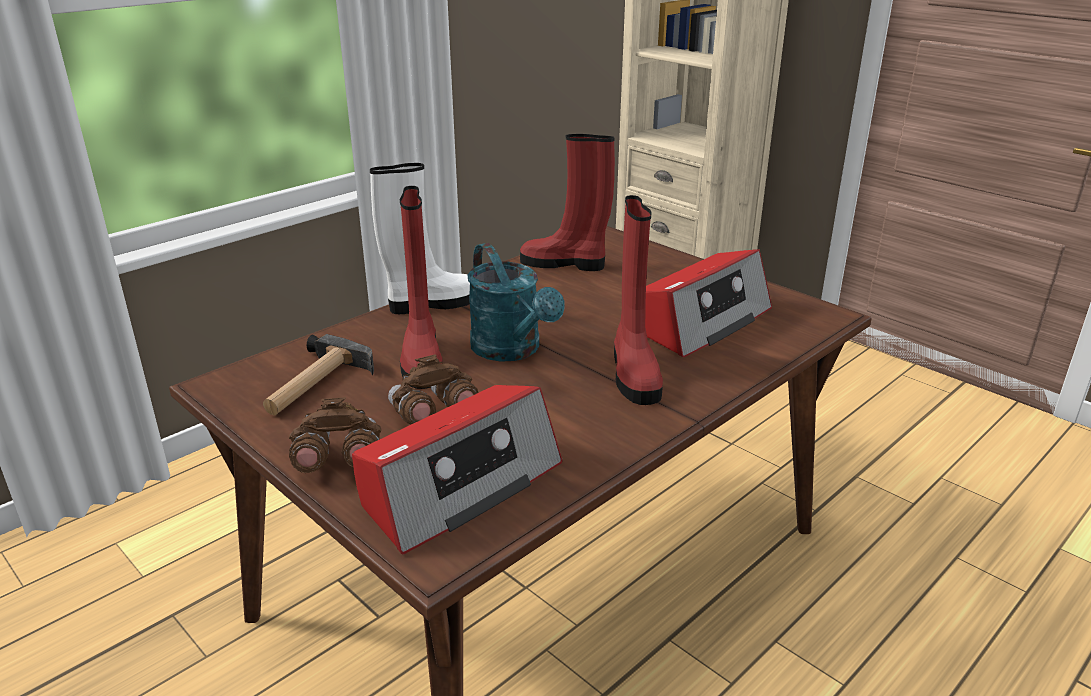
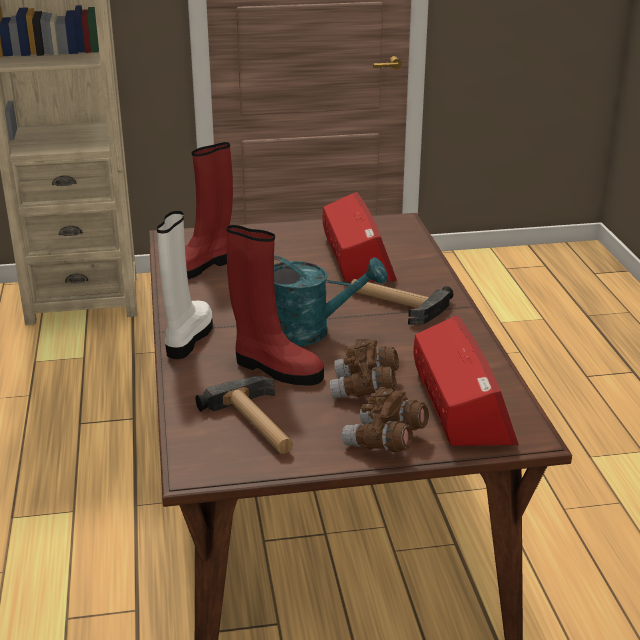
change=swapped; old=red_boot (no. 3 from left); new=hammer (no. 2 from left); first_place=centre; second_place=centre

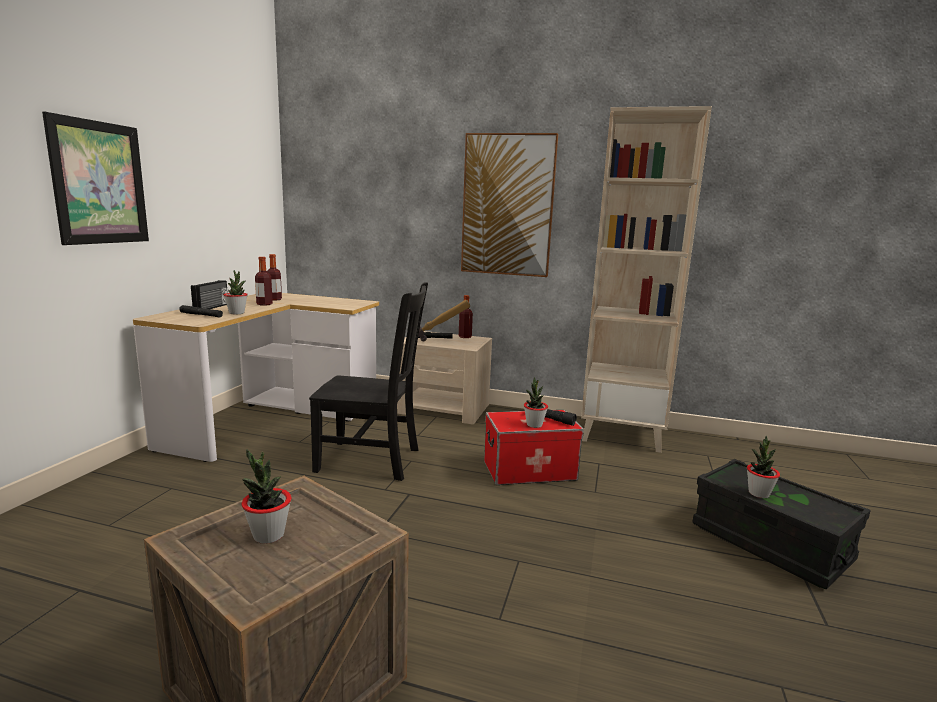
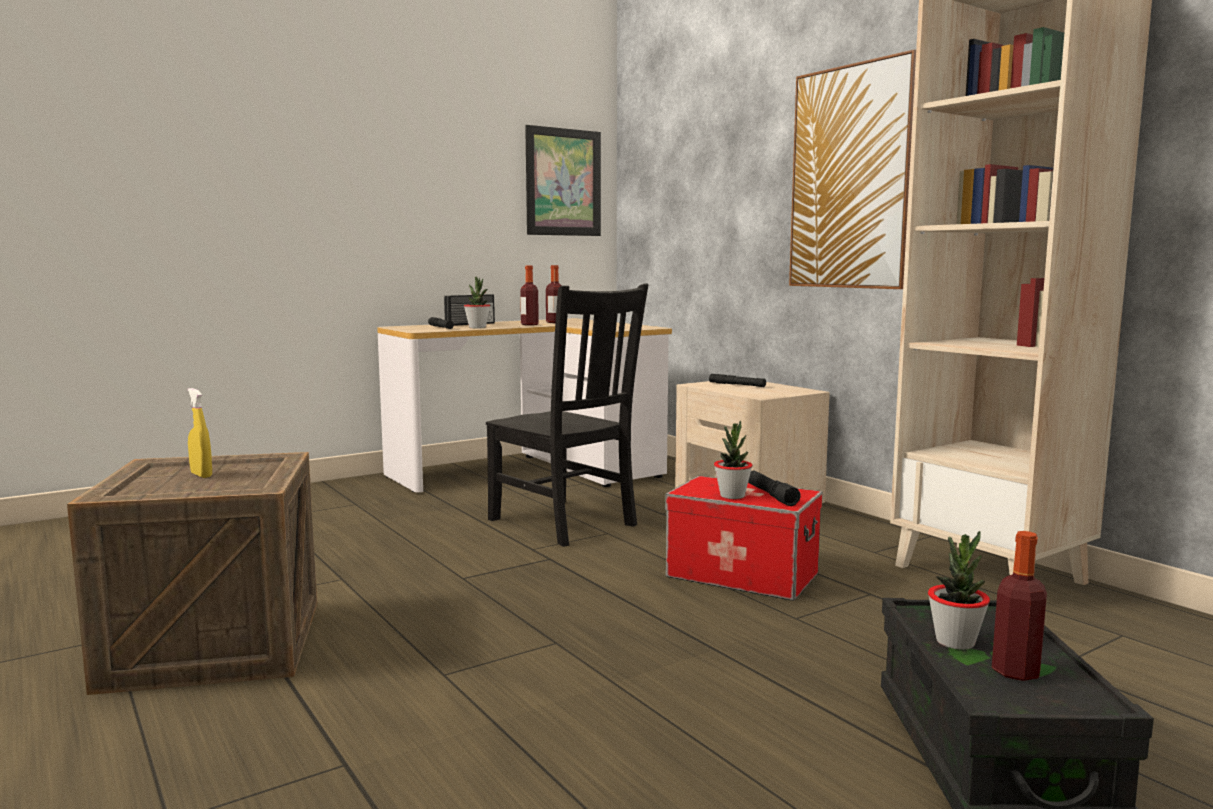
change=gone; old=hammer; first_place=centre
change=shifted; old=picture (no. 1 from left); first_place=top left; second_place=top centre
change=shifted; old=bottle (no. 3 from left); first_place=centre; second_place=bottom right
change=swapped; old=potted_plant (no. 2 from left); new=yellow_spray_bottle; first_place=bottom left; second_place=middle left

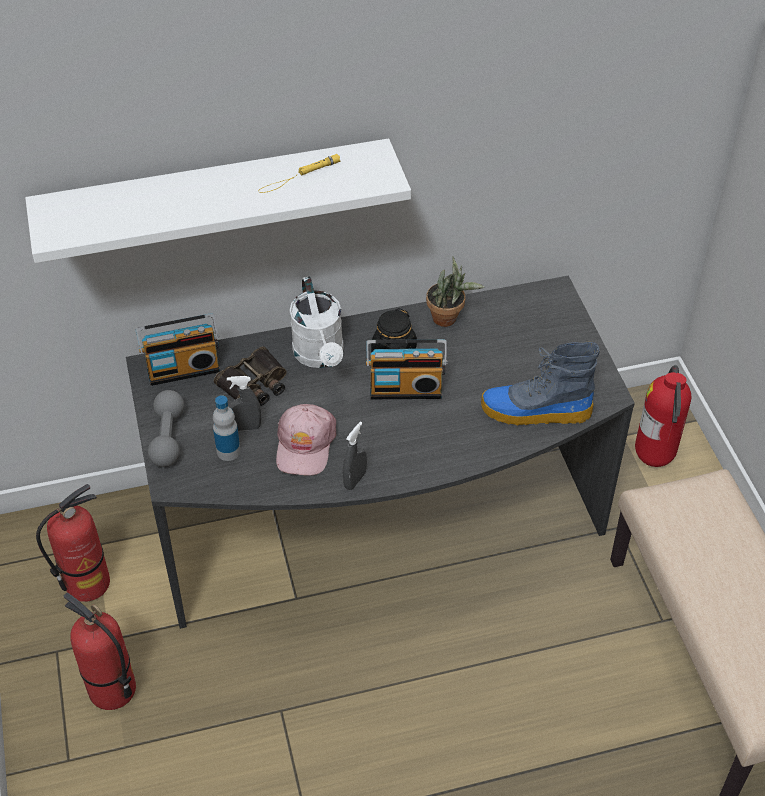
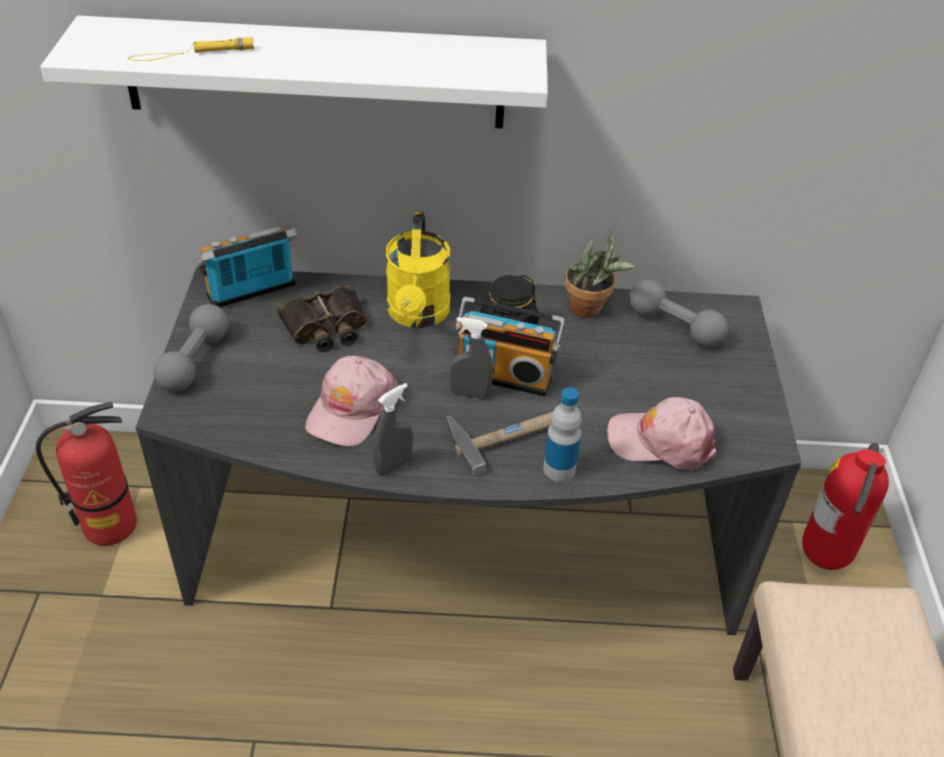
change=gone; old=fire_extinguisher (no. 2 from left); first_place=bottom left
change=new; new=hammer; second_place=centre
change=new; new=grey_dumbbell (no. 2 from left); second_place=middle right
change=shifted; old=bottle; first_place=middle left; second_place=centre
change=shifted; old=grey_spray_bottle (no. 1 from left in the first image); new=grey_spray_bottle (no. 2 from left); first_place=middle left; second_place=centre
change=shifted; old=yellow_flashlight; first_place=top centre; second_place=top left
change=swapped; old=boot; new=pink_cap (no. 2 from left); first_place=middle right; second_place=middle right
change=repainted; old=white_watering_can; new=yellow_watering_can; first_place=centre; second_place=centre
change=rotated; old=radio (no. 1 from left); first_place=middle left; second_place=middle left; degrees=150

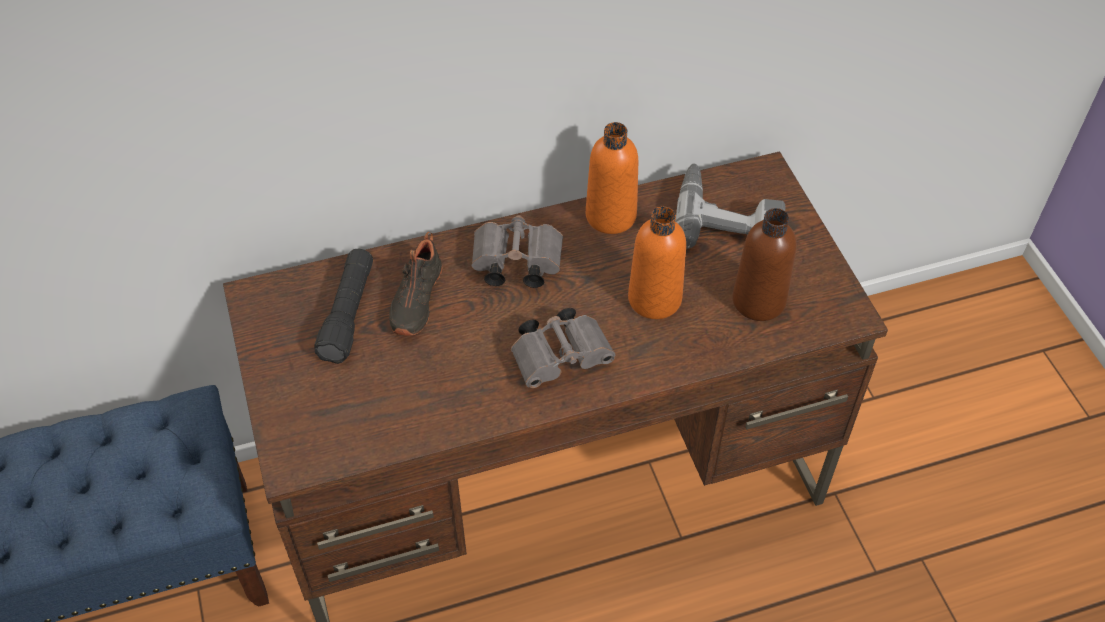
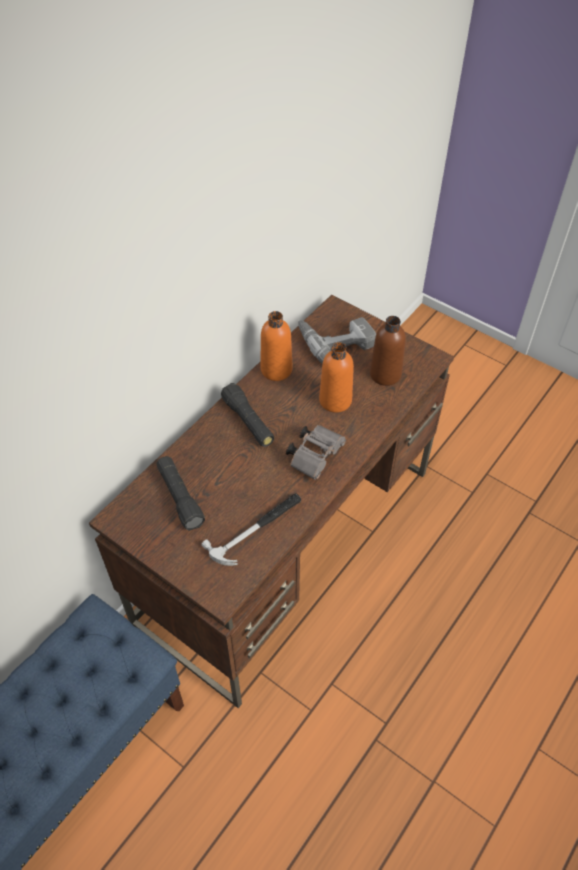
change=gone; old=black_shoe; first_place=centre
change=new; new=hammer; second_place=centre
change=swapped; old=grey_binoculars (no. 1 from left); new=black_flashlight (no. 2 from left); first_place=centre; second_place=centre

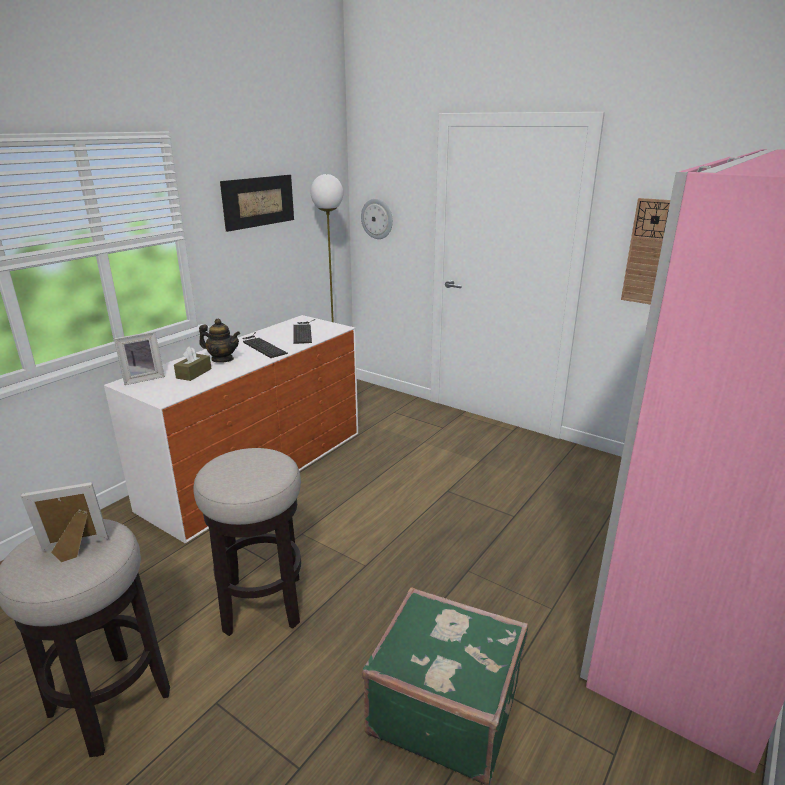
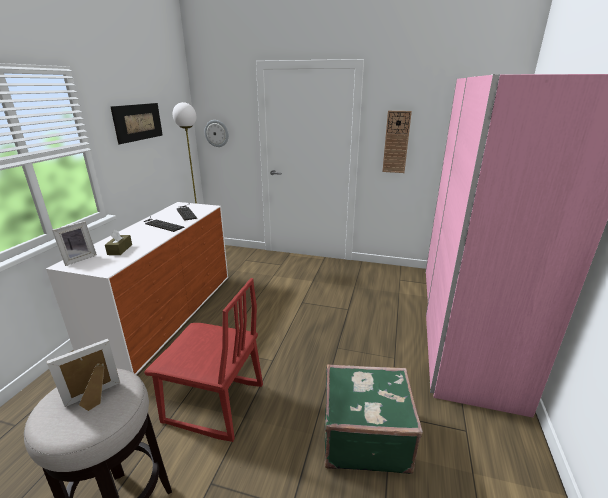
change=gone; old=teapot; first_place=middle left
change=swapped; old=stool (no. 2 from left); new=red_chair; first_place=bottom left; second_place=bottom centre

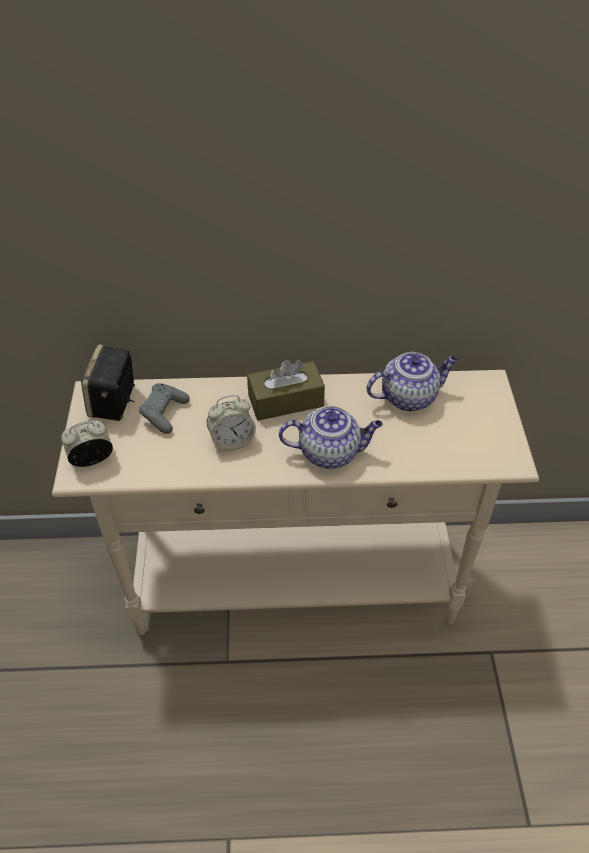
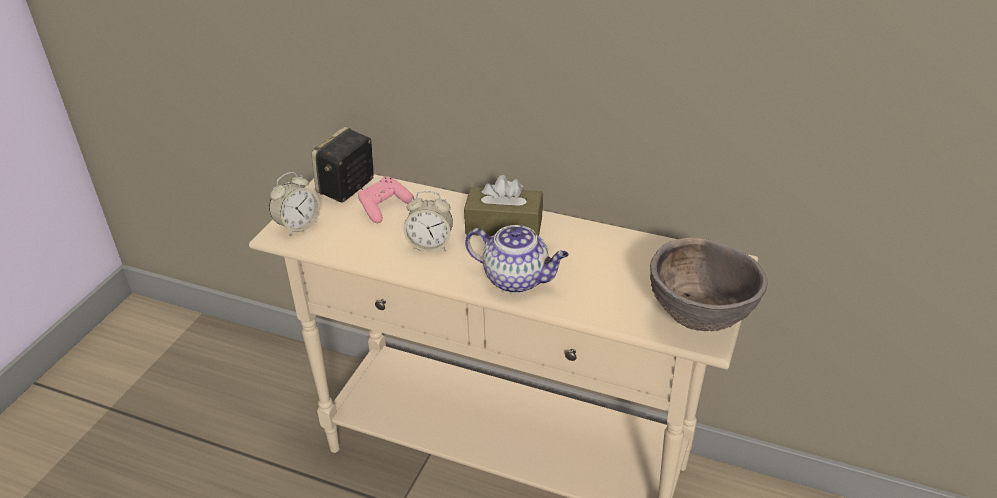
change=gone; old=teapot (no. 2 from left); first_place=middle right
change=new; new=brown_bowl; second_place=middle right
change=repainted; old=grey_game_controller; new=pink_game_controller; first_place=middle left; second_place=centre
change=rotated; old=alarm_clock (no. 1 from left); first_place=middle left; second_place=middle left; degrees=135

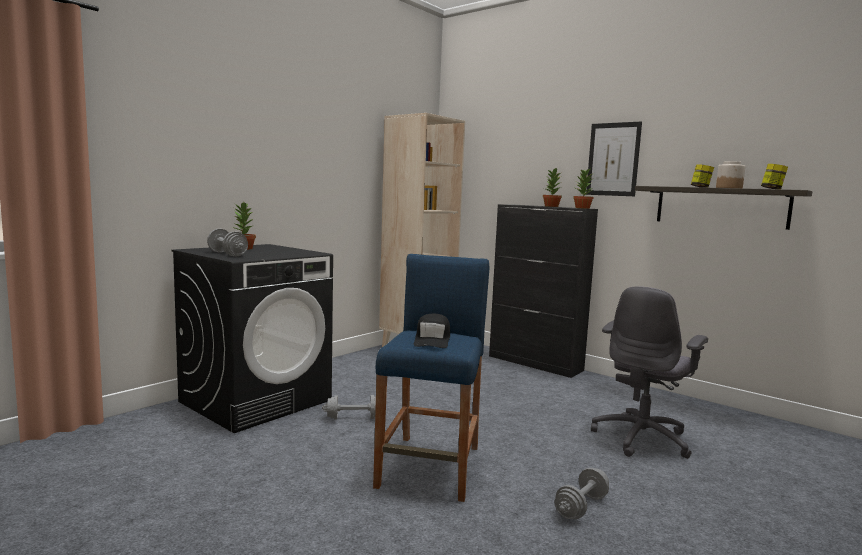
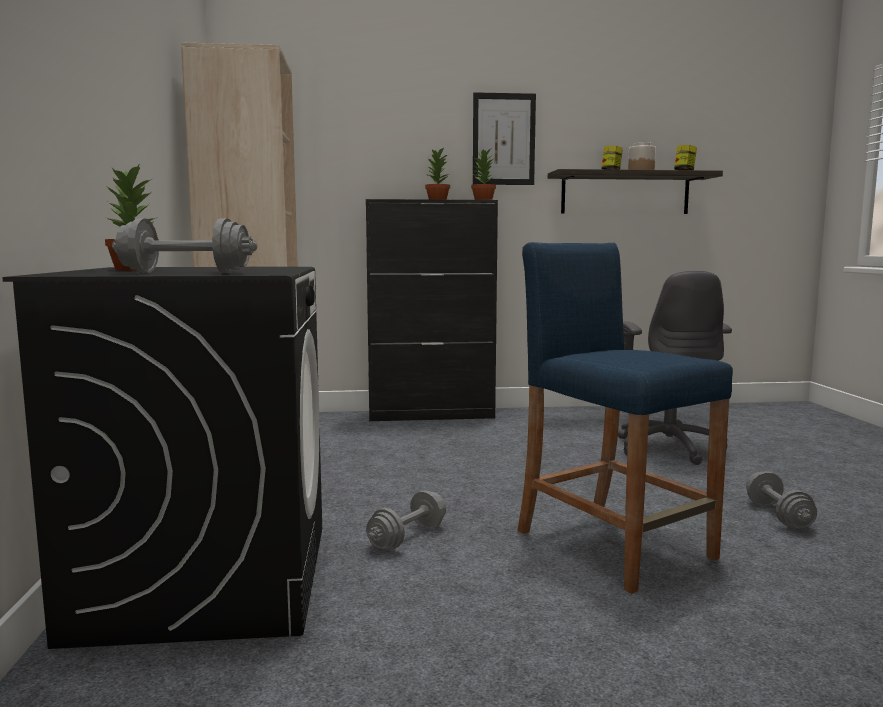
change=gone; old=black_cap; first_place=centre

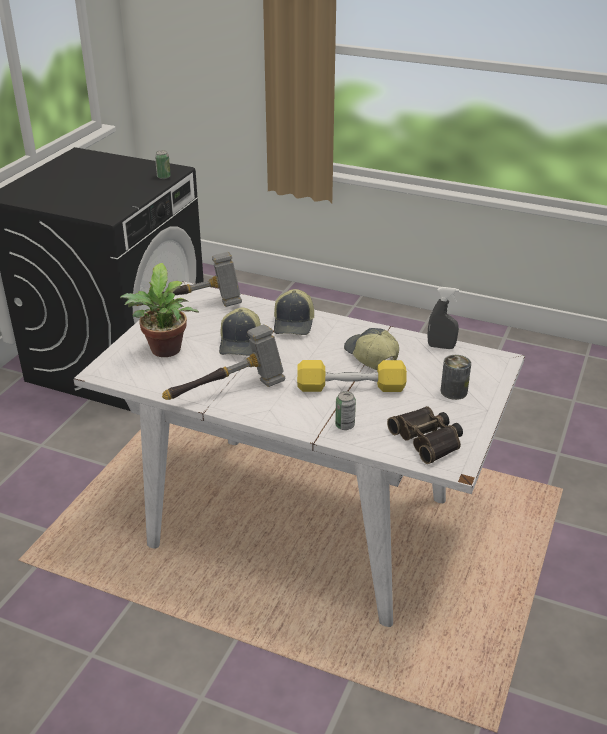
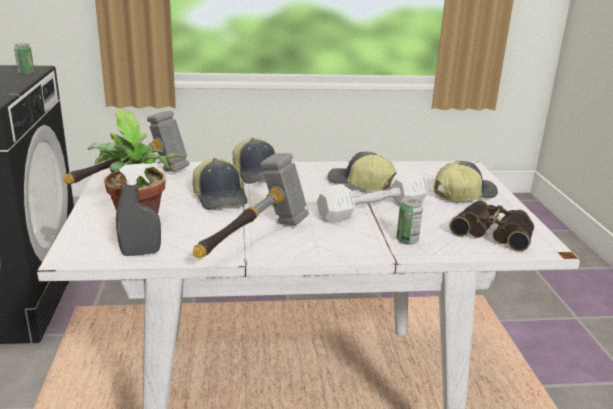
change=shifted; old=grey_spray_bottle; first_place=middle right; second_place=middle left
change=swapped; old=can (no. 3 from left); new=cap (no. 4 from left); first_place=middle right; second_place=middle right
change=repainted; old=yellow_dumbbell; new=white_dumbbell; first_place=centre; second_place=centre

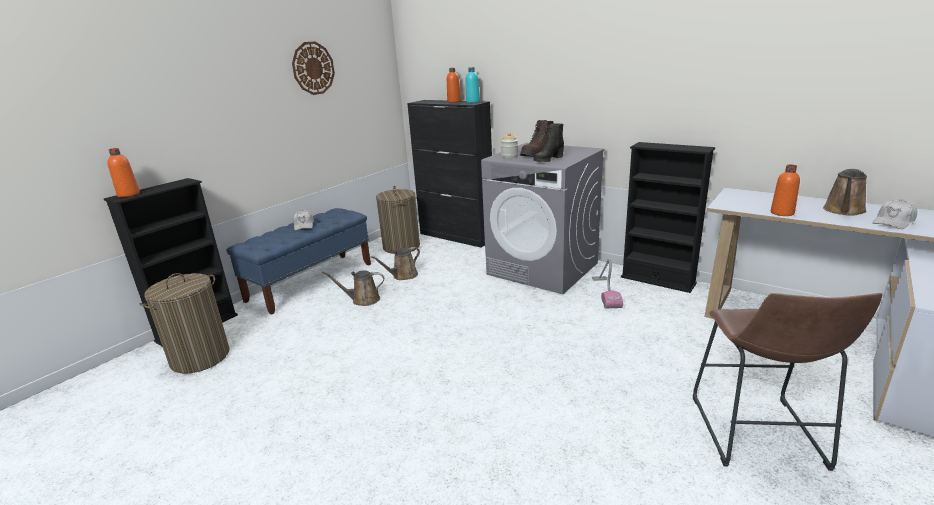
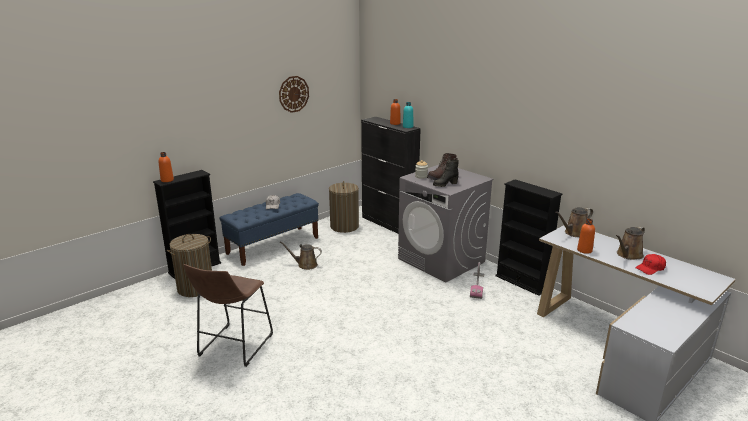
change=shifted; old=brown_watering_can (no. 2 from left); first_place=centre; second_place=middle right
change=shifted; old=brown_stool; first_place=bottom right; second_place=bottom left
change=repainted; old=white_cap (no. 2 from left); new=red_cap; first_place=middle right; second_place=middle right

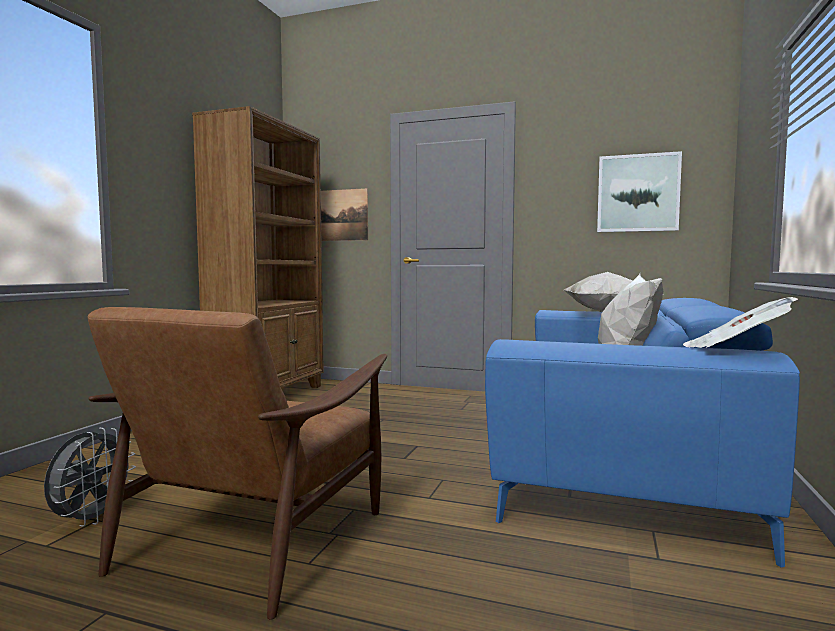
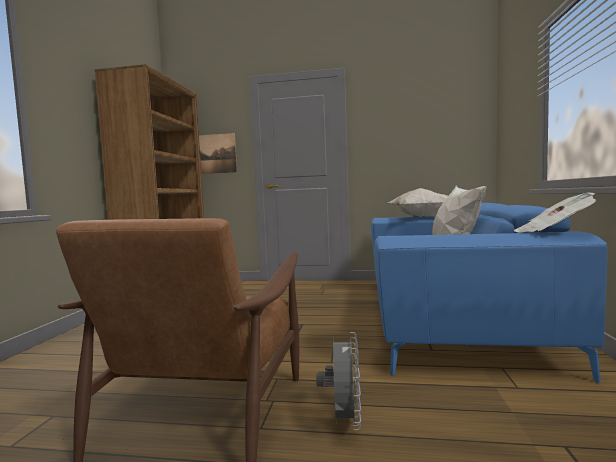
change=gone; old=picture (no. 2 from left); first_place=top right
change=shifted; old=grey_fan; first_place=bottom left; second_place=bottom centre

